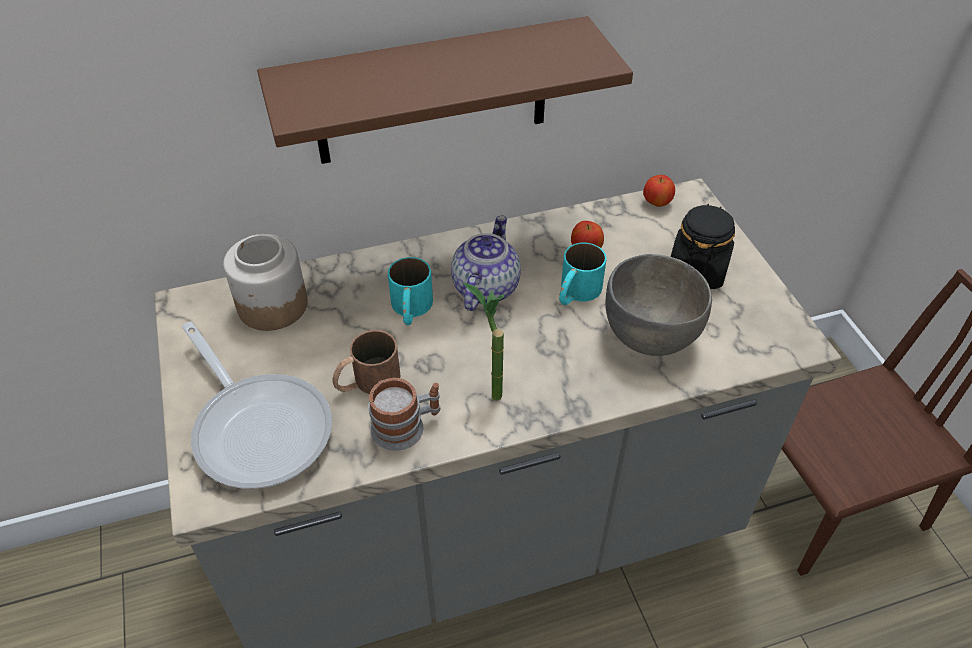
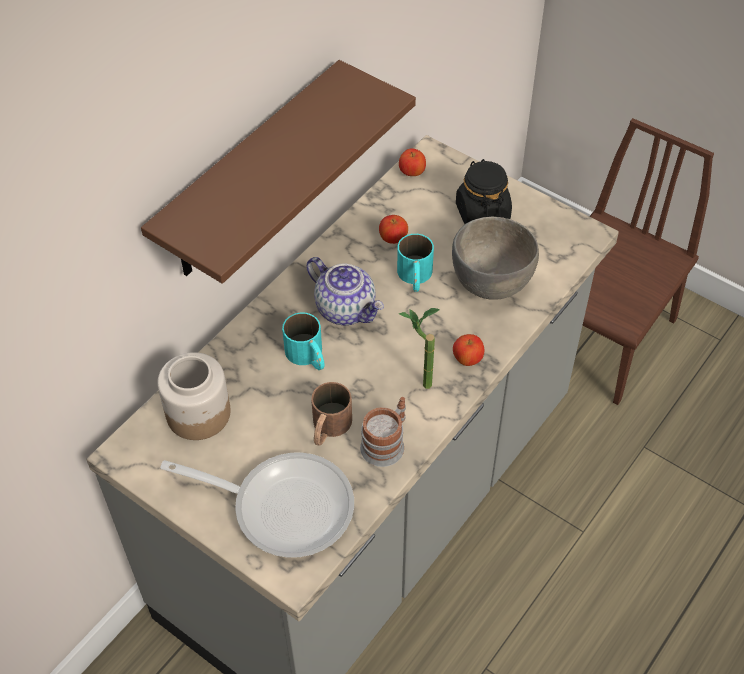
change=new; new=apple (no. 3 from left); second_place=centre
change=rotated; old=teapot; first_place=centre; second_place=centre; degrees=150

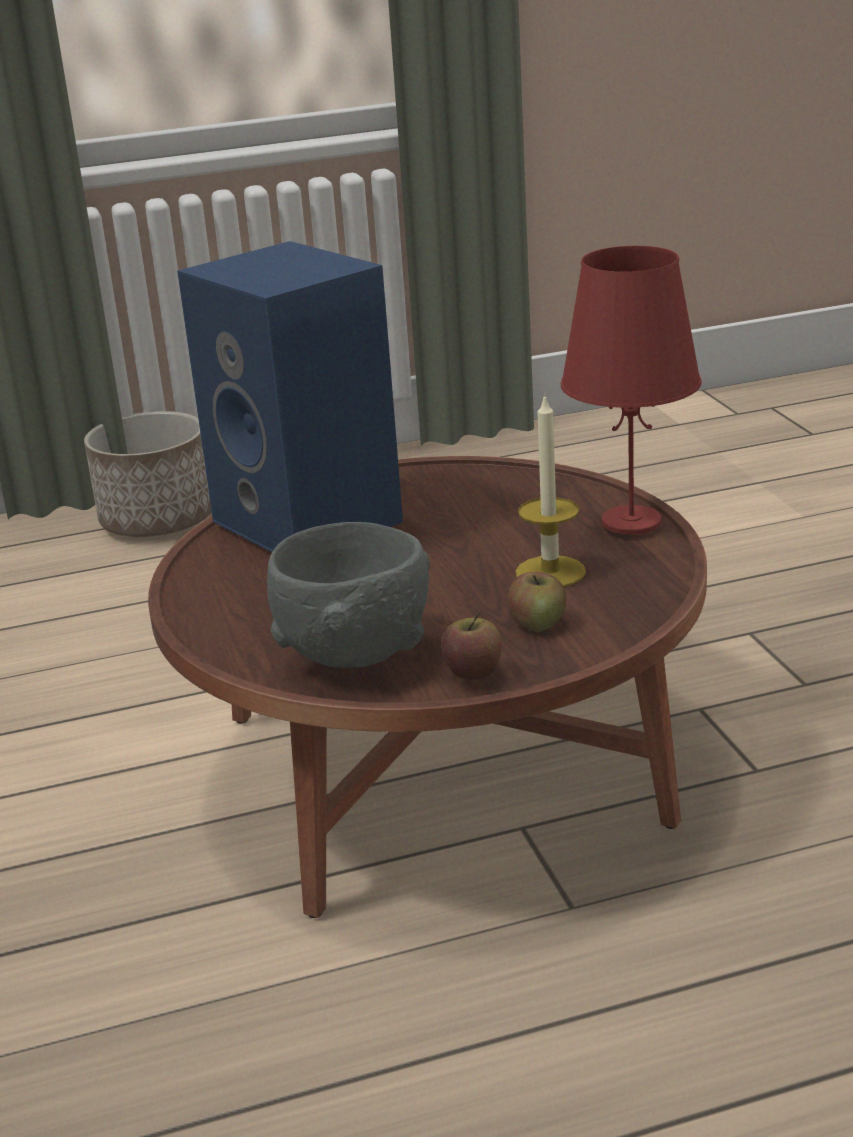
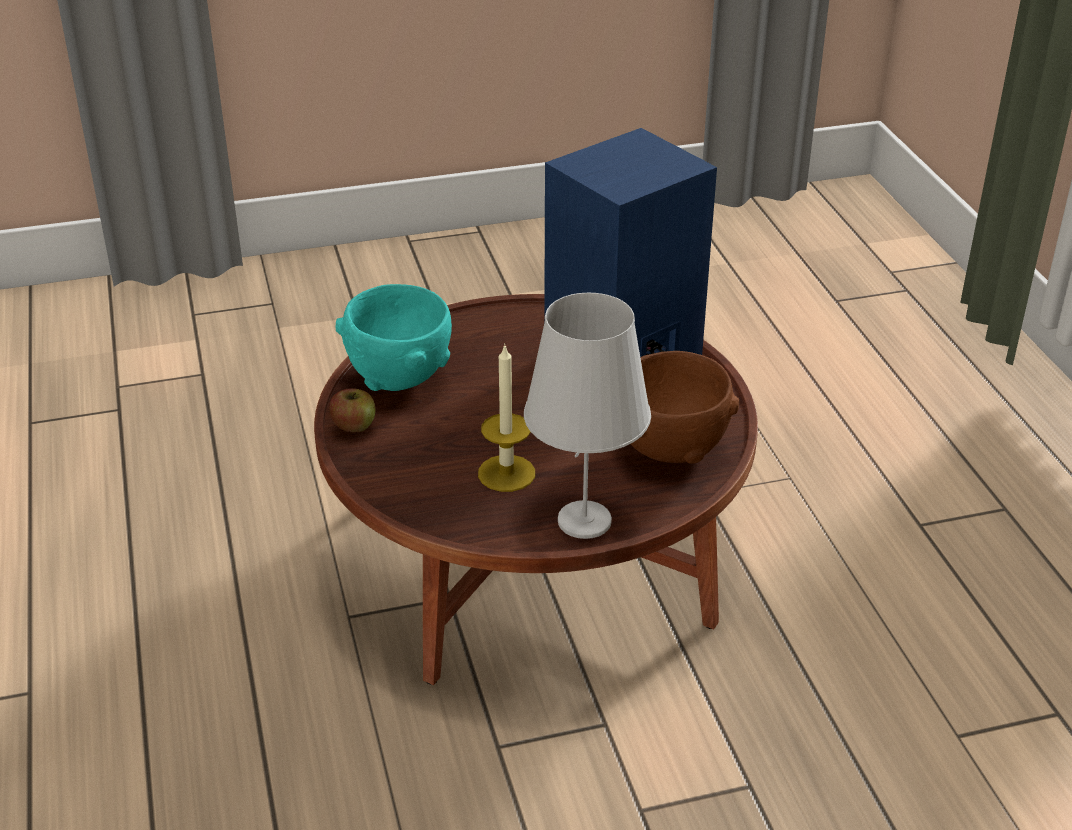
change=gone; old=planter; first_place=middle left
change=gone; old=apple (no. 2 from left); first_place=centre
change=new; new=brown_bowl; second_place=centre
change=repainted; old=grey_bowl; new=turquoise_bowl; first_place=centre; second_place=centre
change=repainted; old=red_table_lamp; new=white_table_lamp; first_place=middle right; second_place=centre

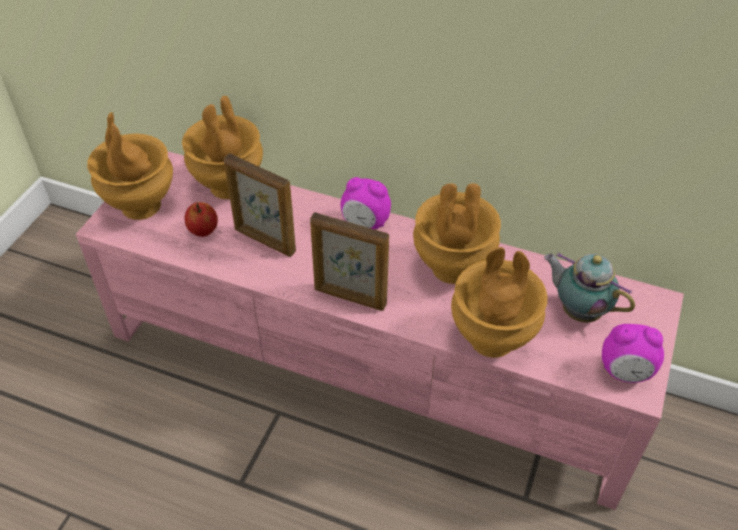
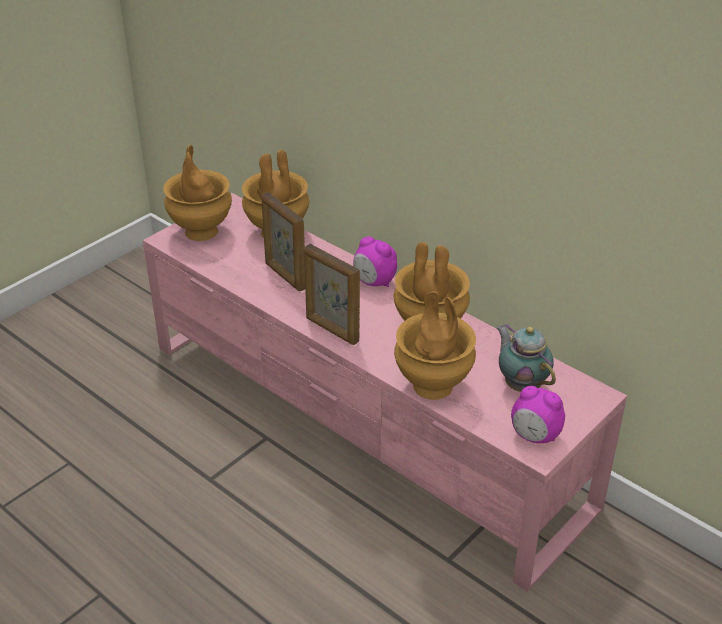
change=gone; old=apple; first_place=middle left

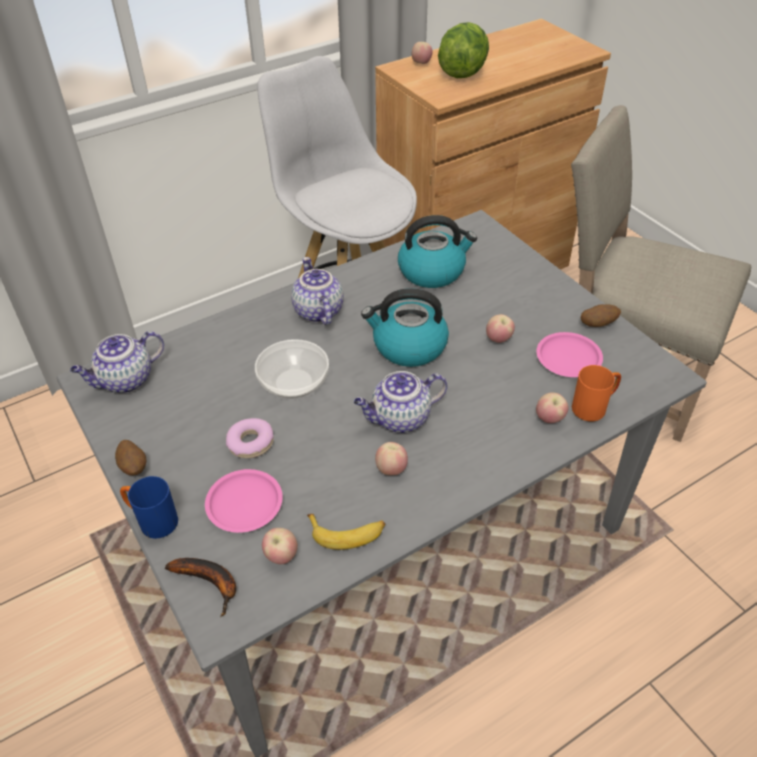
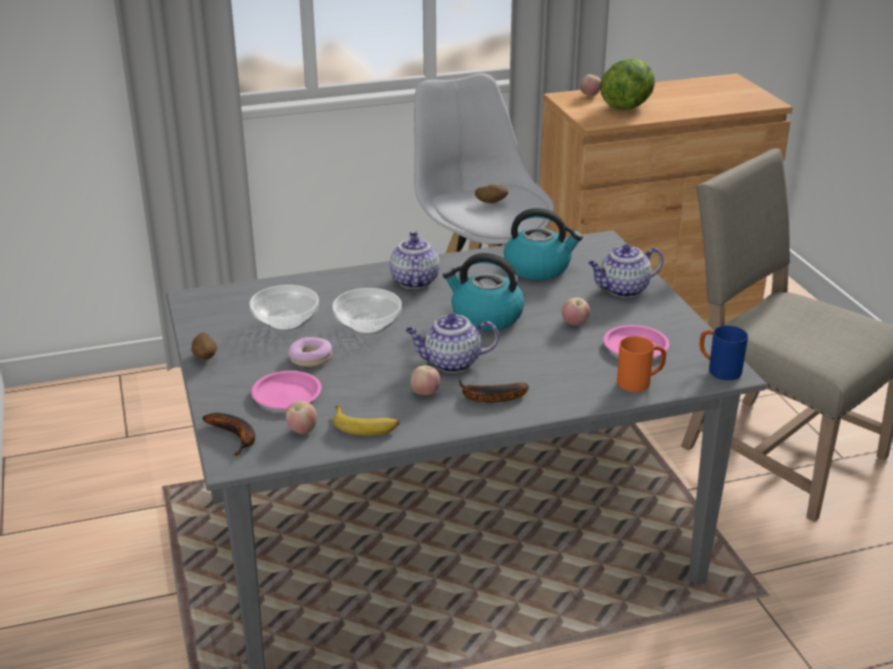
change=gone; old=apple (no. 5 from left); first_place=middle right
change=new; new=bowl (no. 1 from left); second_place=middle left
change=new; new=banana (no. 3 from left); second_place=centre
change=shifted; old=teapot (no. 1 from left in the first image); new=teapot (no. 3 from left); first_place=middle left; second_place=middle right
change=shifted; old=blue_mug; first_place=bottom left; second_place=middle right
change=shifted; old=potato (no. 2 from left); first_place=middle right; second_place=top centre

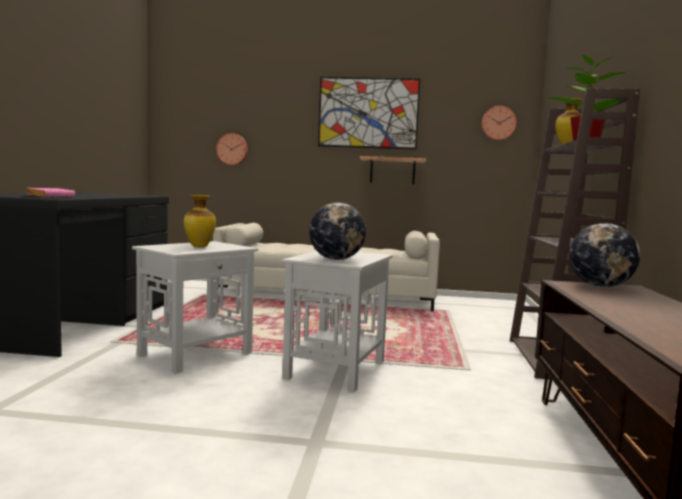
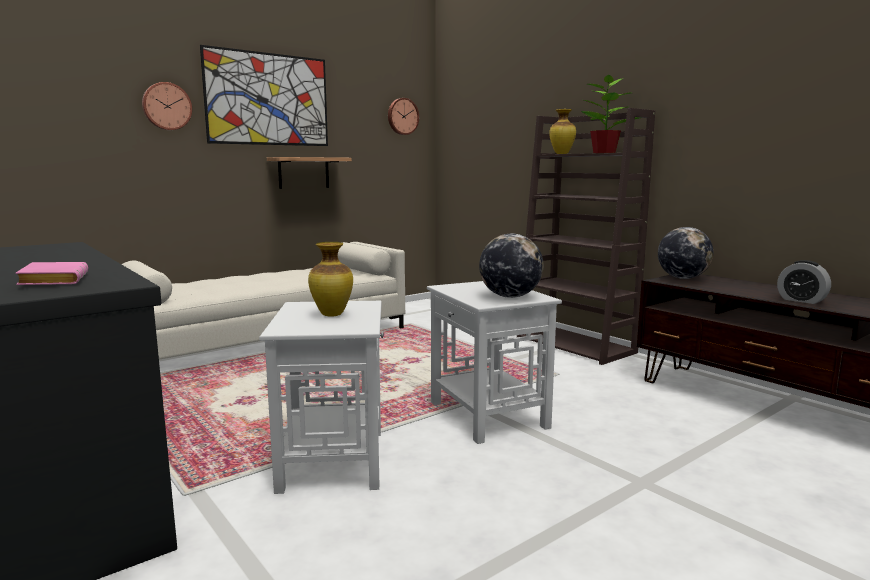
change=new; new=alarm_clock; second_place=middle right
change=shifted; old=wall_clock (no. 1 from left); first_place=top centre; second_place=top left

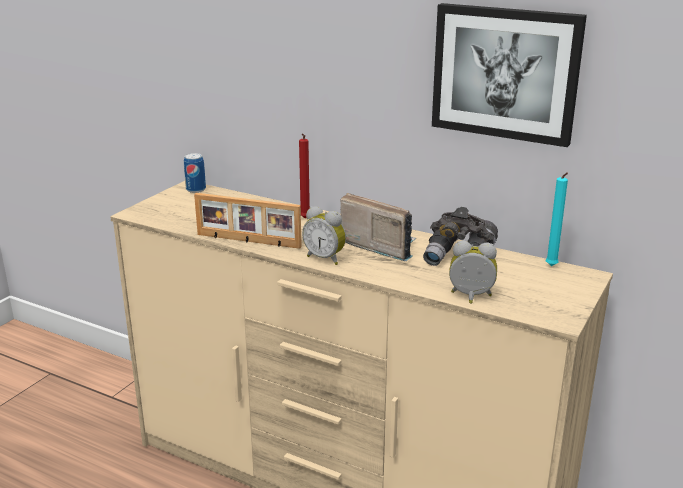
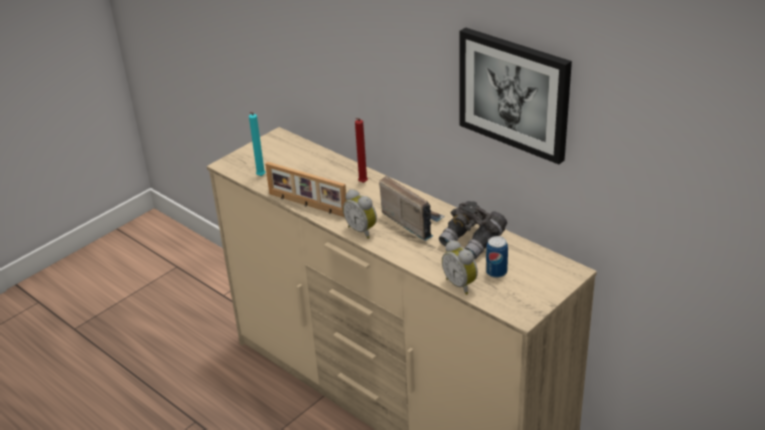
change=shifted; old=can; first_place=middle left; second_place=centre
change=shifted; old=turquoise_candle; first_place=middle right; second_place=centre
change=rotated; old=alarm_clock (no. 2 from left); first_place=middle right; second_place=centre; degrees=-150

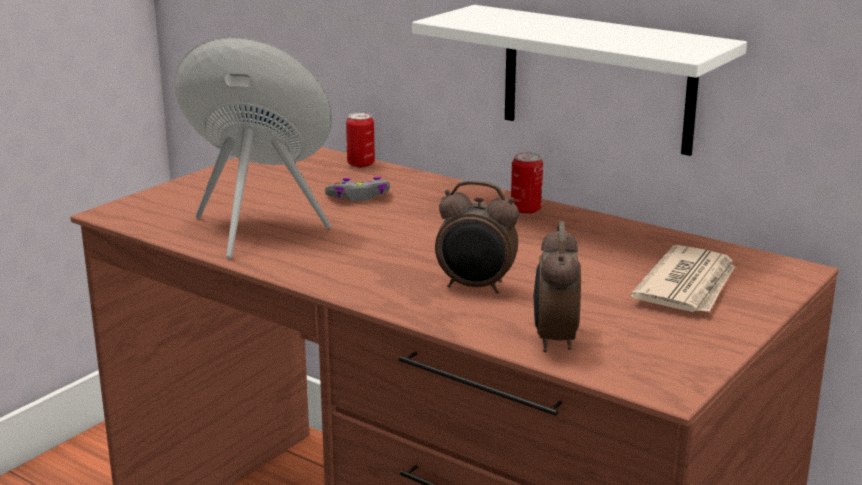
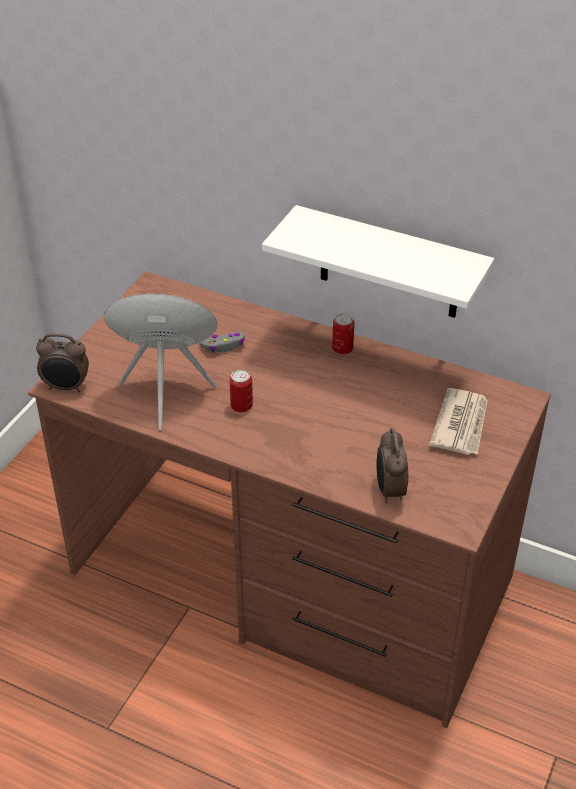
change=shifted; old=can (no. 1 from left); first_place=top centre; second_place=centre
change=shifted; old=alarm_clock (no. 1 from left); first_place=centre; second_place=middle left

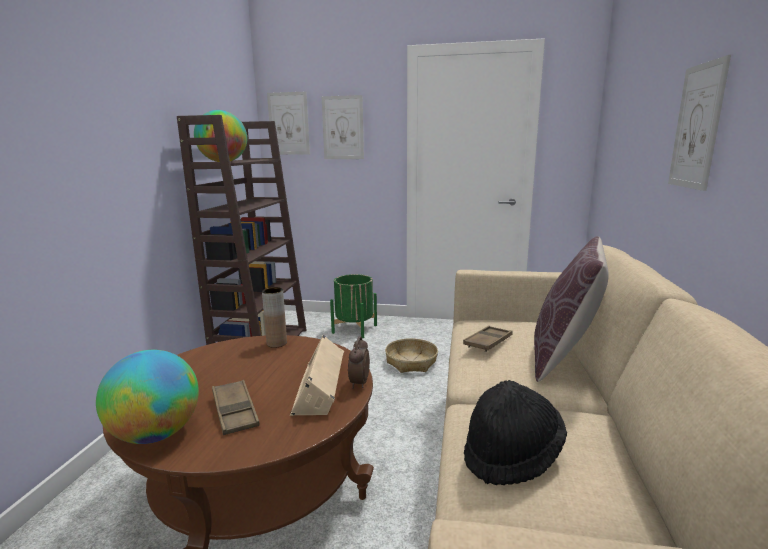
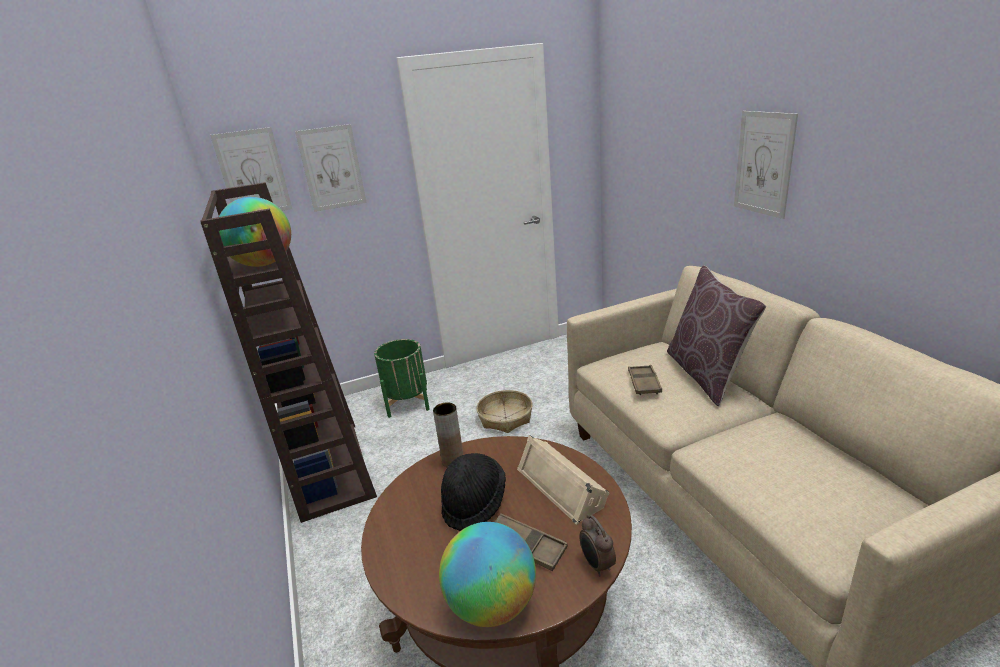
change=shifted; old=alarm_clock; first_place=centre; second_place=bottom centre
change=shifted; old=black_hat; first_place=bottom right; second_place=bottom centre

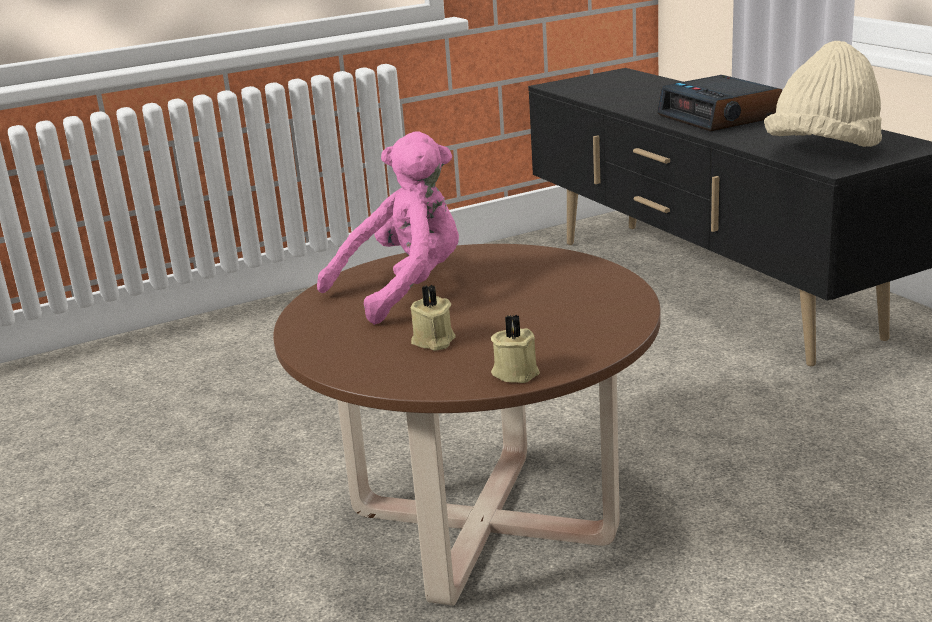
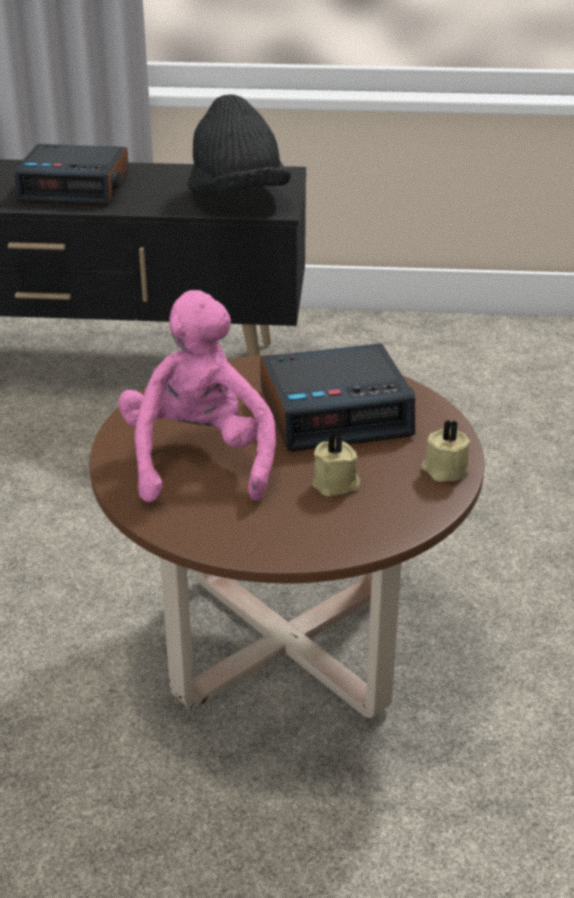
change=new; new=alarm_clock (no. 2 from left); second_place=centre
change=repainted; old=beige_hat; new=black_hat; first_place=top right; second_place=top centre

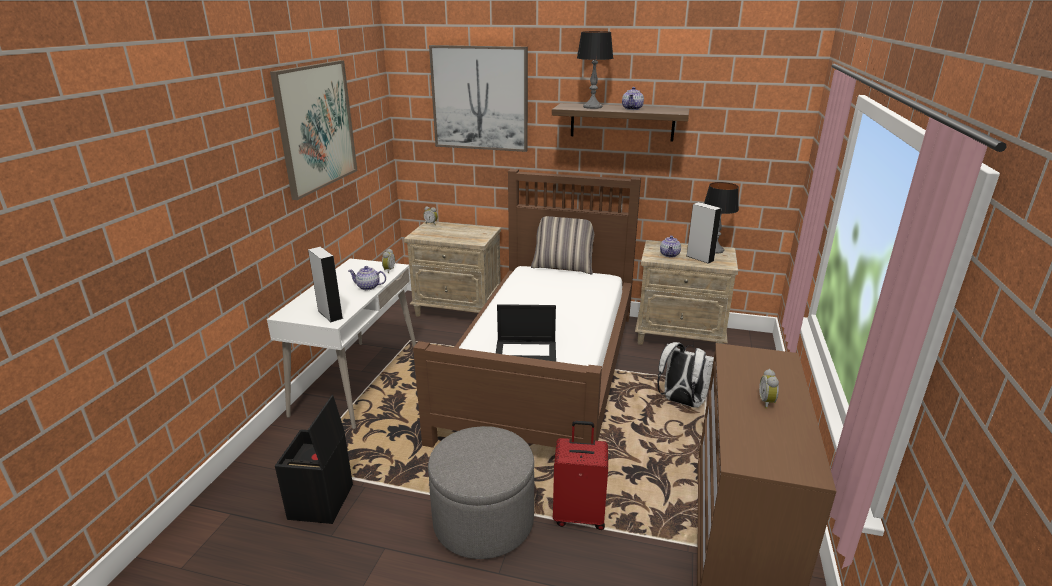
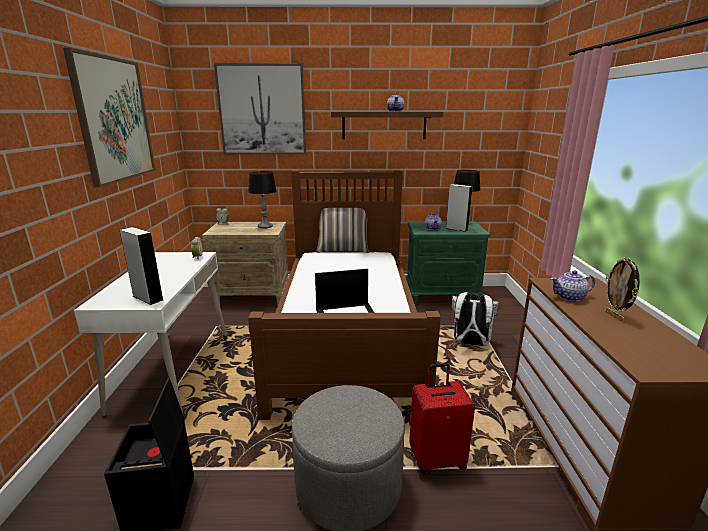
change=shifted; old=teapot (no. 1 from left in the first image); new=teapot (no. 3 from left); first_place=centre; second_place=middle right
change=shifted; old=table_lamp (no. 1 from left); first_place=top centre; second_place=centre
change=swapped; old=alarm_clock (no. 3 from left); new=picture_frame; first_place=middle right; second_place=middle right
change=repainted; old=beige_nightstand (no. 2 from left); new=green_nightstand; first_place=centre; second_place=centre

